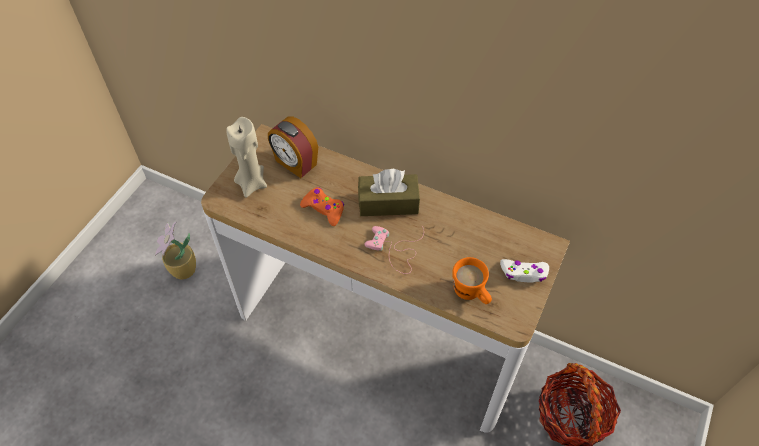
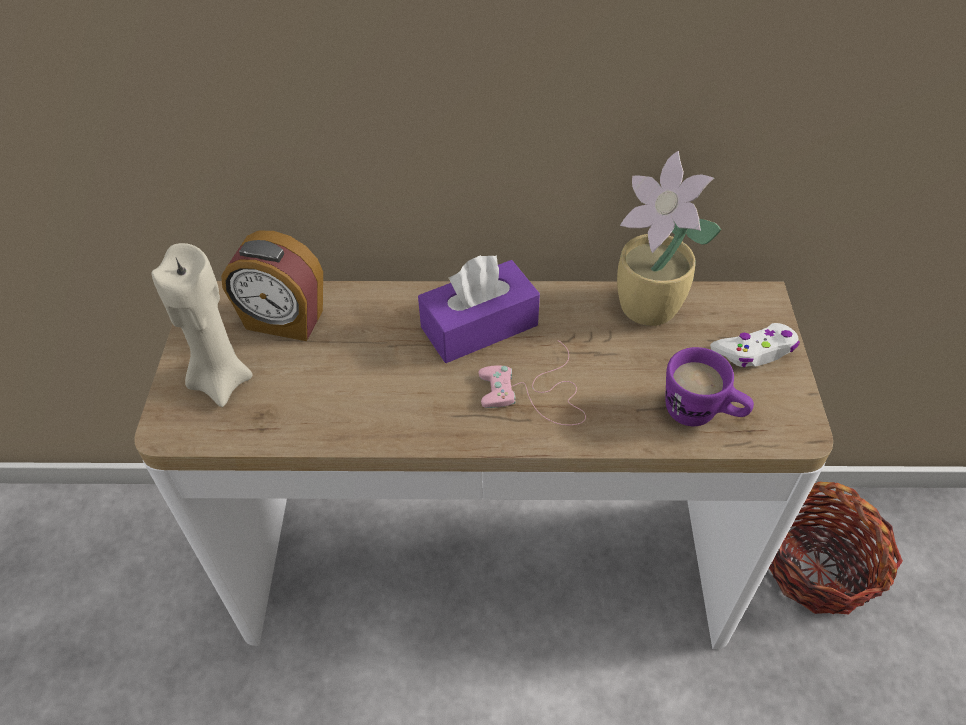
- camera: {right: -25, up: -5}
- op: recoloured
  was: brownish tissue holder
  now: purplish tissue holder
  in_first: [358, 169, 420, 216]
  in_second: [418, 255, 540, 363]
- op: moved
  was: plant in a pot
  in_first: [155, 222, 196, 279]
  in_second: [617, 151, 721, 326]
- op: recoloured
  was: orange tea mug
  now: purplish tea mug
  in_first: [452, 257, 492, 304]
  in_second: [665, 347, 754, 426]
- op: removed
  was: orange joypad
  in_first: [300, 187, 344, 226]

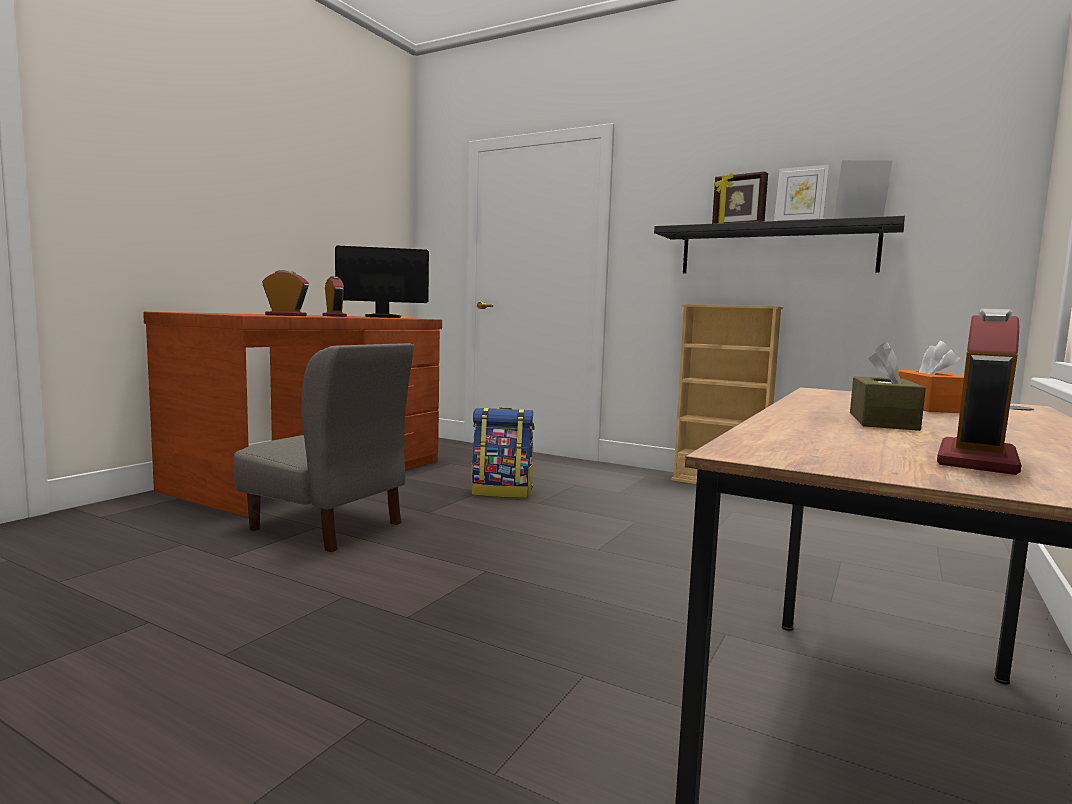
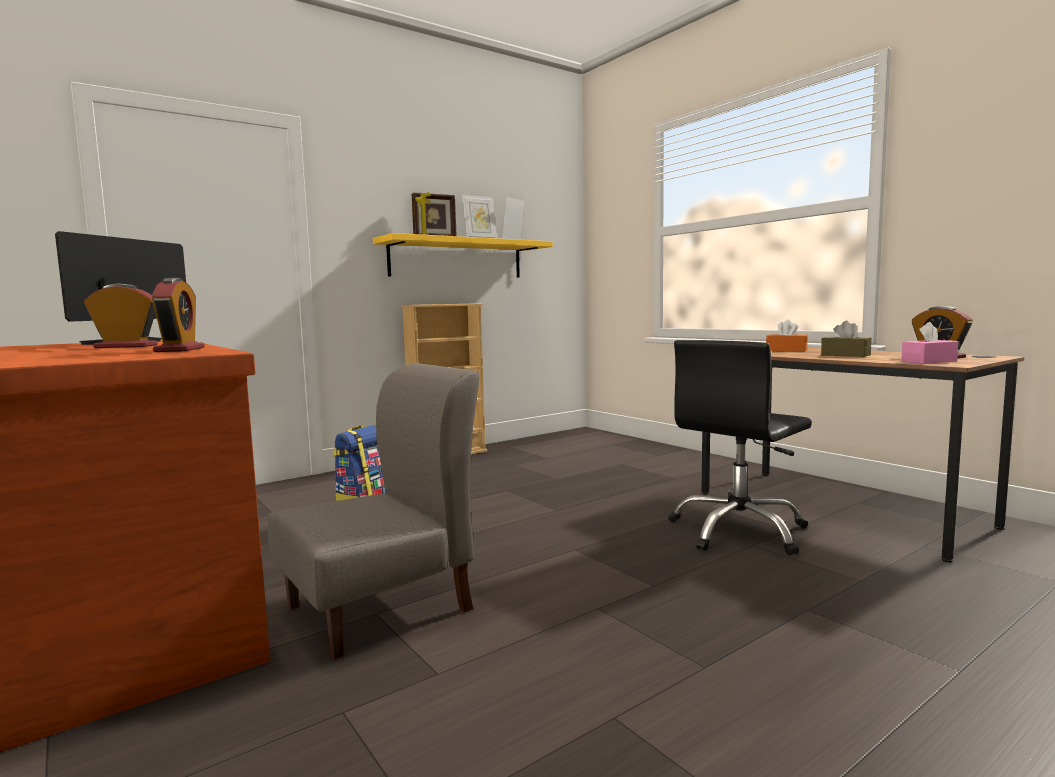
- camera: {right: -65, up: 0}
- op: turned
  was: bedside clock
  in_first: [262, 270, 309, 316]
  in_second: [152, 278, 205, 352]
  clockwise: 135
- op: recoloured
  was: black wall shelf
  now: yellow-coloured wall shelf
  in_first: [654, 216, 905, 273]
  in_second: [373, 233, 553, 278]
- op: added
  now: black desk chair
  in_second: [668, 340, 812, 556]
- op: added
  now: pinkish tissue holder
  in_second: [901, 322, 959, 364]

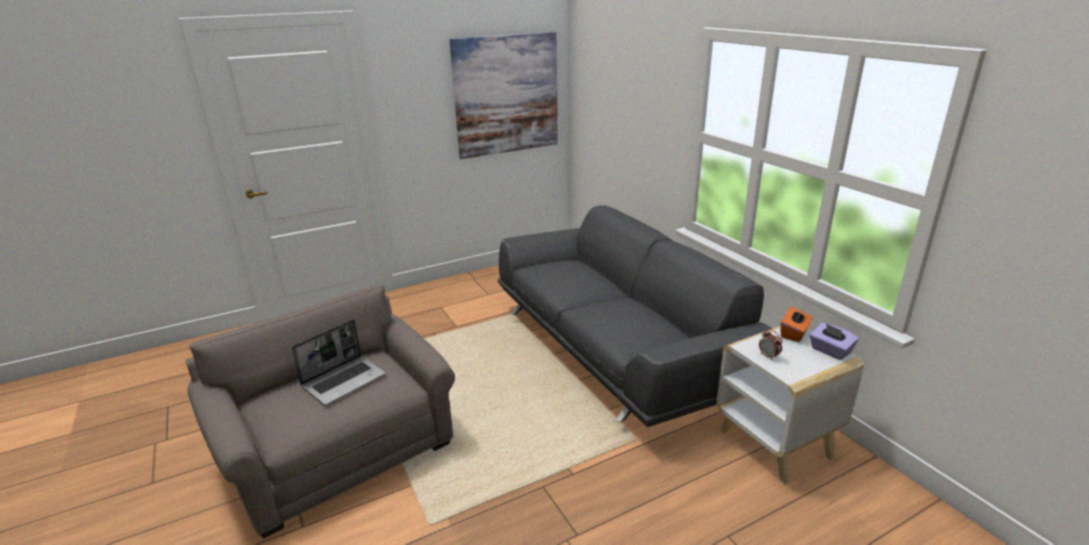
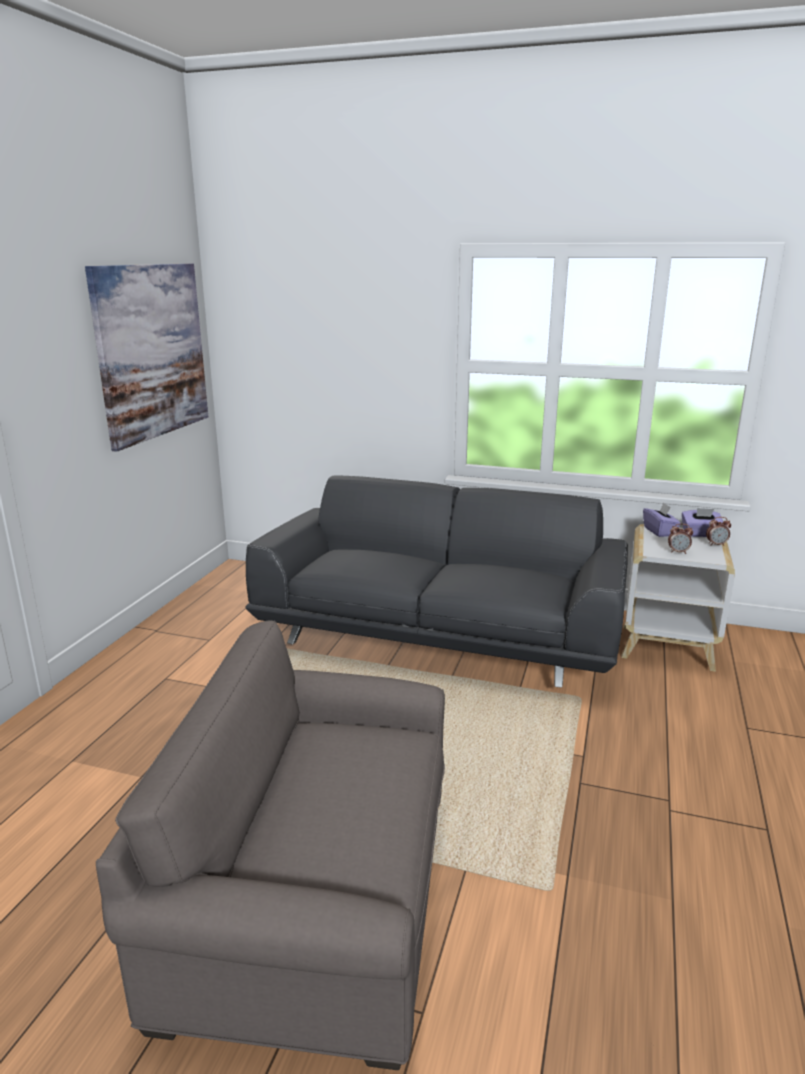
- camera: {right: -45, up: -5}
- op: recoloured
  was: orange tissue holder
  now: purplish tissue holder
  in_first: [780, 307, 812, 342]
  in_second: [643, 503, 681, 537]
- op: added
  now: bedside clock
  in_second: [706, 517, 731, 546]
- op: removed
  was: notebook computer
  in_first: [292, 319, 386, 405]

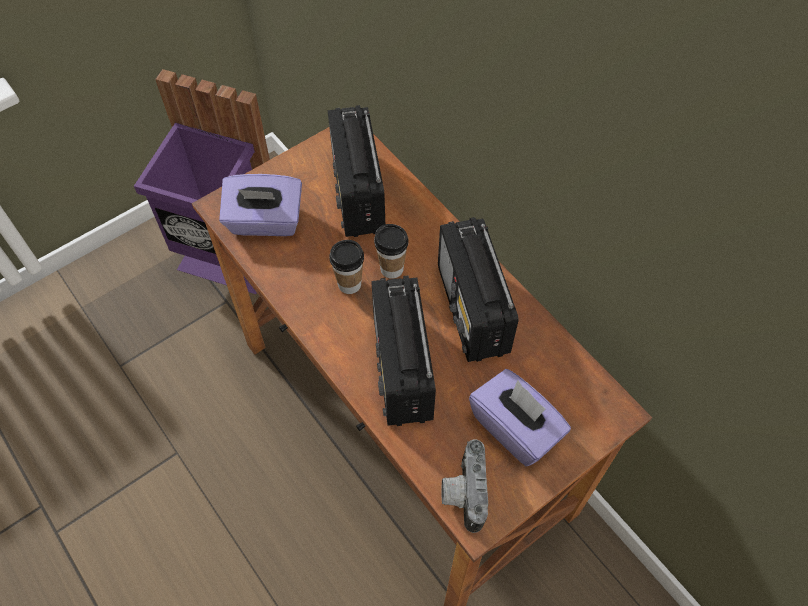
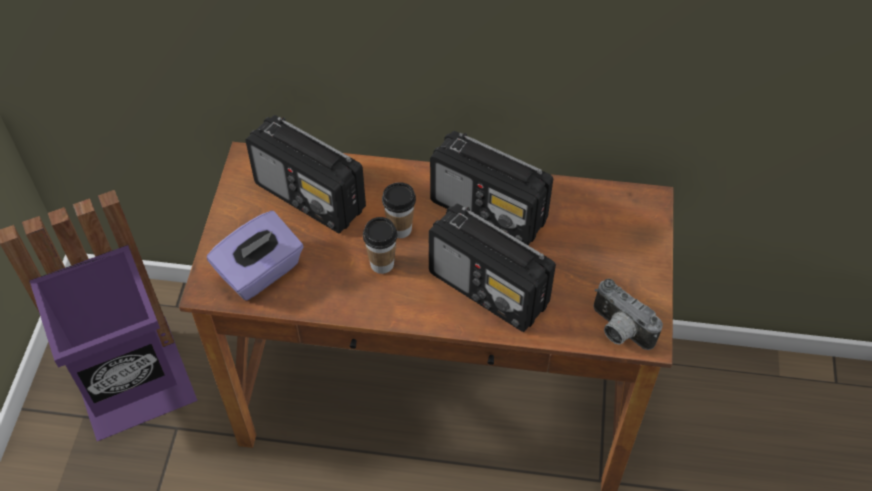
- camera: {right: -45, up: -5}
- op: removed
  was: purplish tissue holder
  in_first: [469, 369, 571, 466]

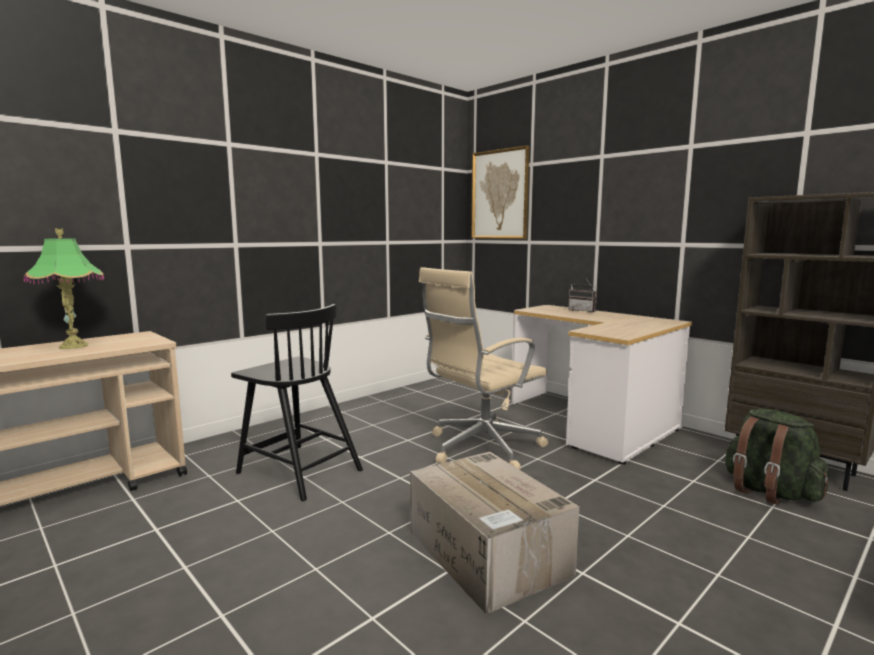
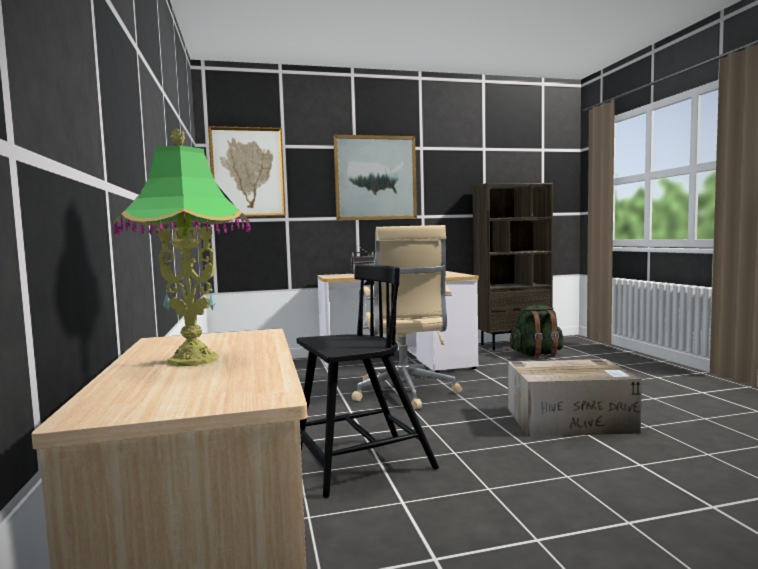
- camera: {right: -60, up: -5}
- op: added
  now: wall art
  in_second: [333, 135, 417, 220]

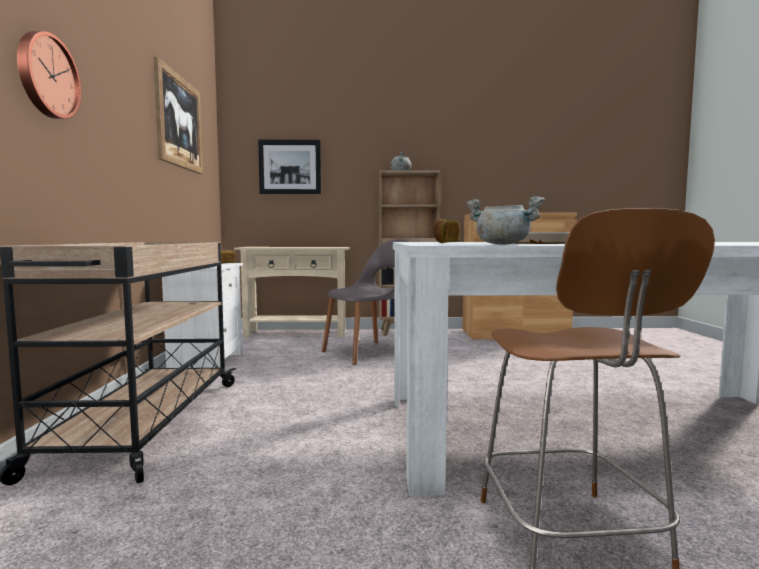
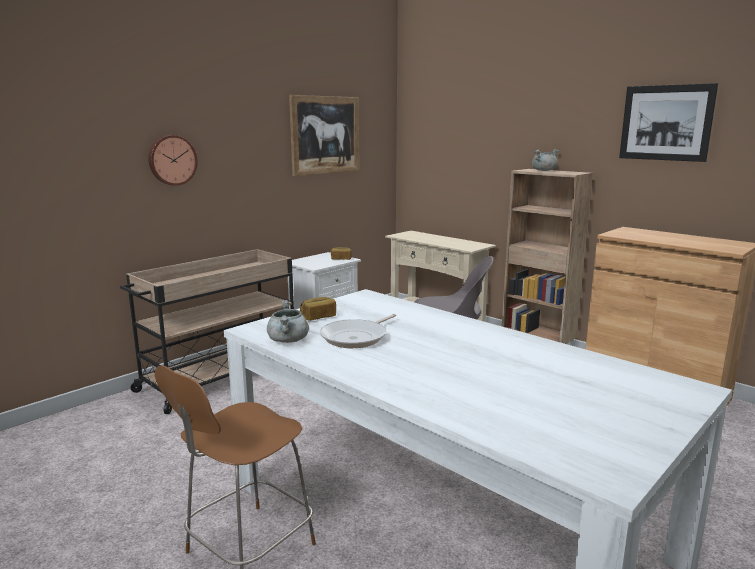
- camera: {right: 45, up: 10}
- op: moved
  was: wall art
  in_first: [258, 140, 321, 194]
  in_second: [619, 83, 718, 162]

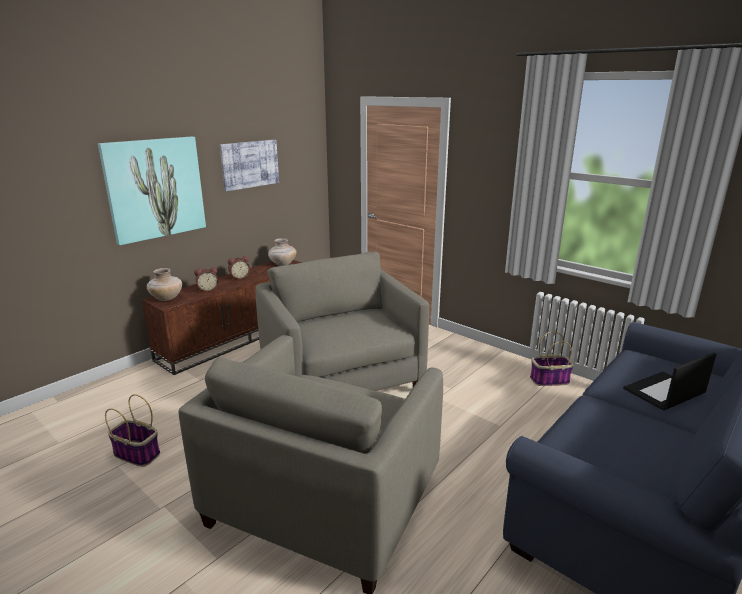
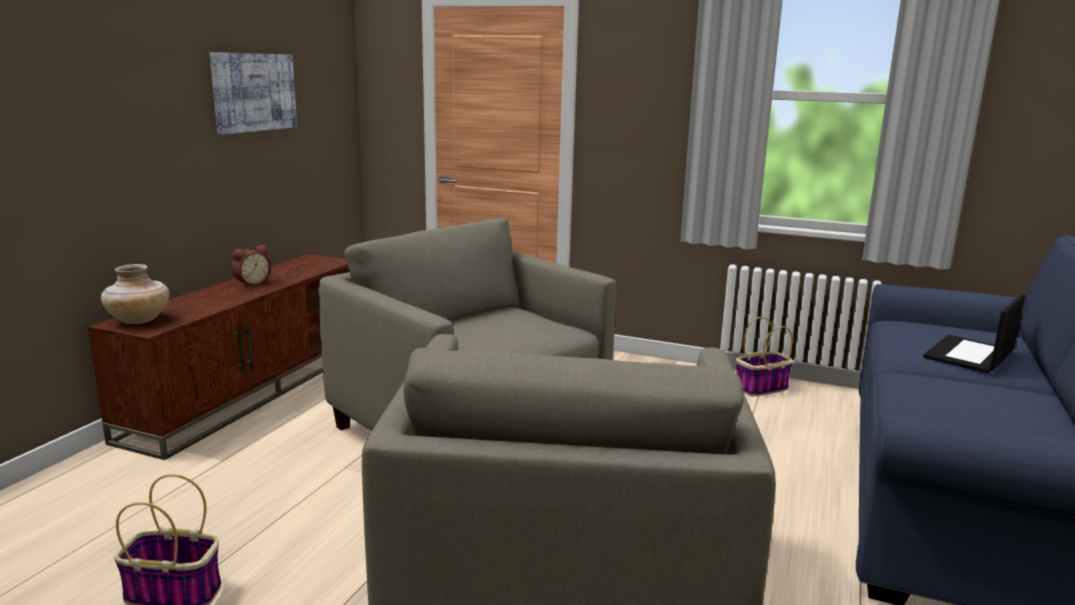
- camera: {right: -20, up: -5}
- op: removed
  was: wall art
  in_first: [98, 136, 206, 245]
- op: removed
  was: bedside clock
  in_first: [194, 267, 218, 292]
- op: removed
  was: sand-coloured vase
  in_first: [268, 238, 296, 266]

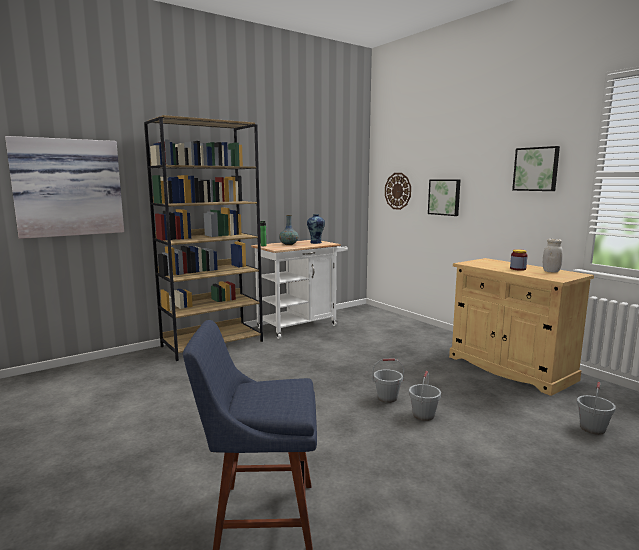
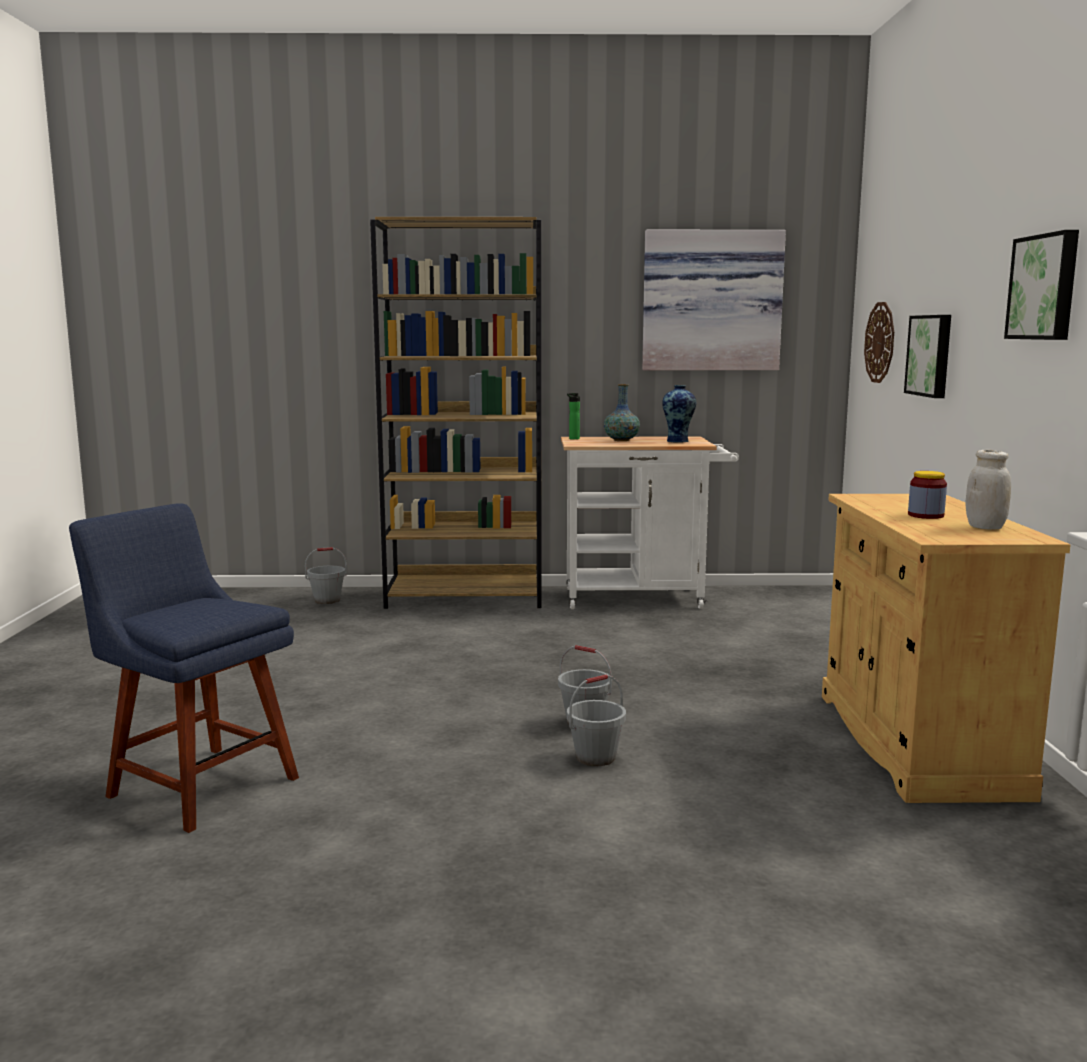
- camera: {right: 35, up: 0}
- op: moved
  was: gray bucket
  in_first: [577, 382, 616, 435]
  in_second: [305, 547, 347, 604]
- op: moved
  was: wall art
  in_first: [5, 136, 124, 239]
  in_second: [642, 230, 786, 370]

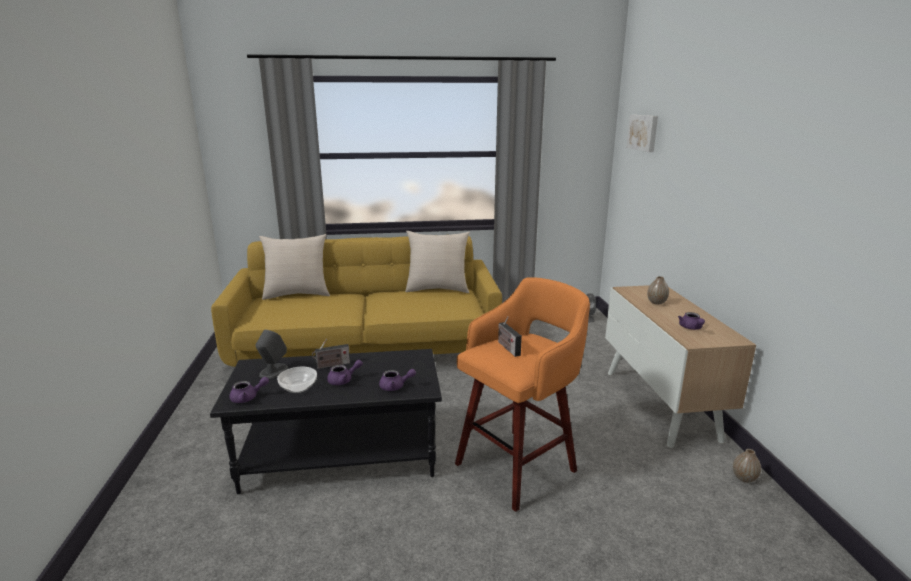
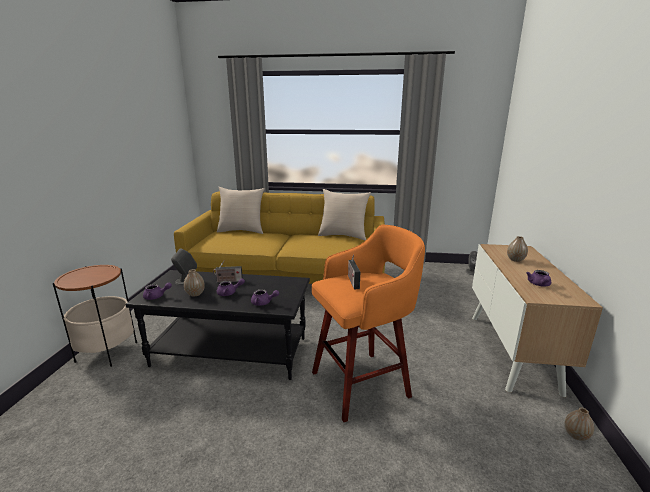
- camera: {right: 15, up: 0}
- op: added
  now: side table
  in_second: [53, 265, 137, 367]
- op: replaced
  was: deep dish
  now: vase
  in_first: [277, 367, 317, 393]
  in_second: [184, 269, 205, 297]
- op: removed
  was: wall art
  in_first: [627, 115, 658, 152]

